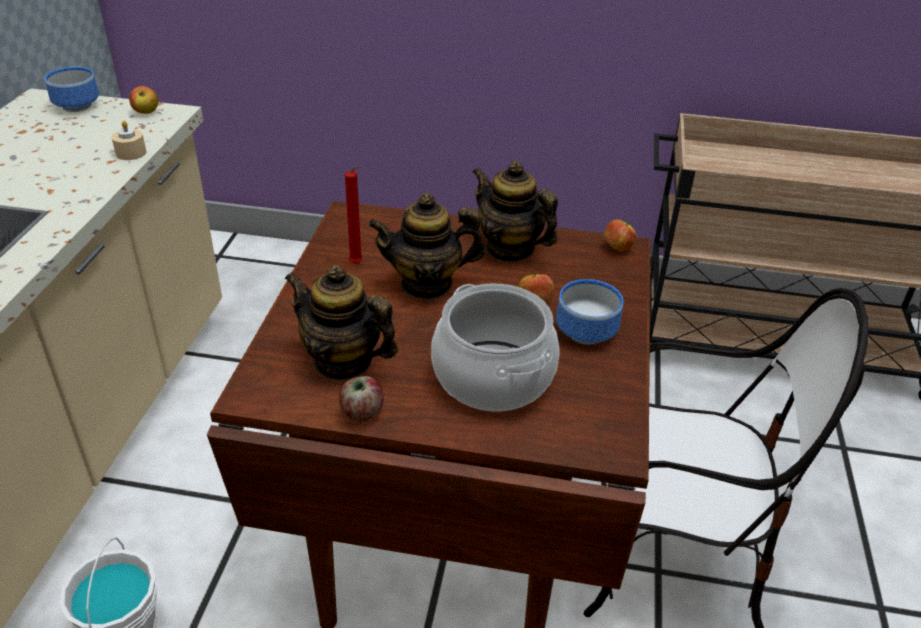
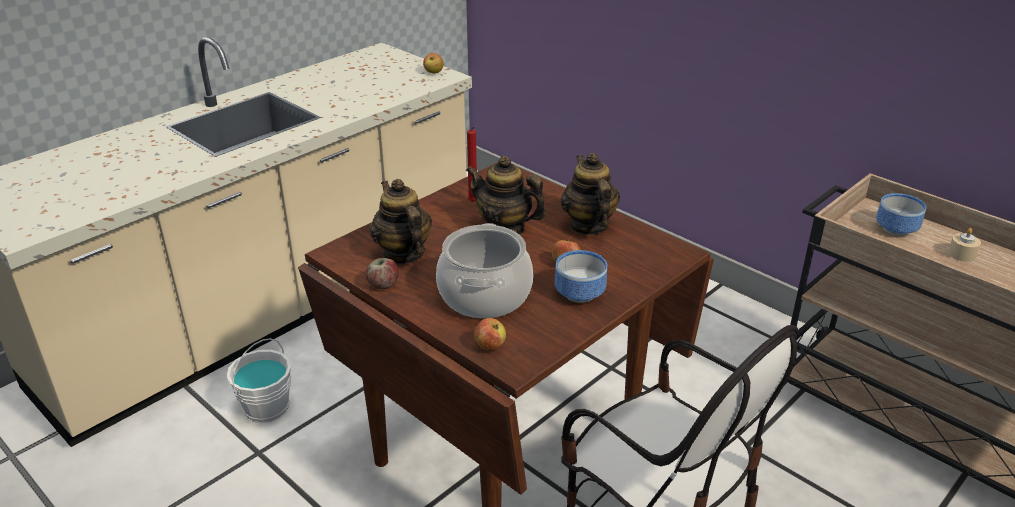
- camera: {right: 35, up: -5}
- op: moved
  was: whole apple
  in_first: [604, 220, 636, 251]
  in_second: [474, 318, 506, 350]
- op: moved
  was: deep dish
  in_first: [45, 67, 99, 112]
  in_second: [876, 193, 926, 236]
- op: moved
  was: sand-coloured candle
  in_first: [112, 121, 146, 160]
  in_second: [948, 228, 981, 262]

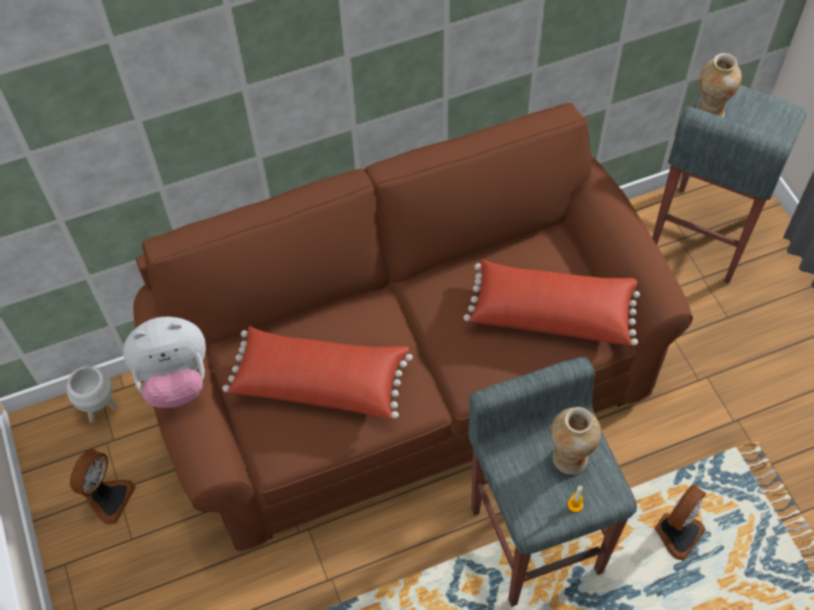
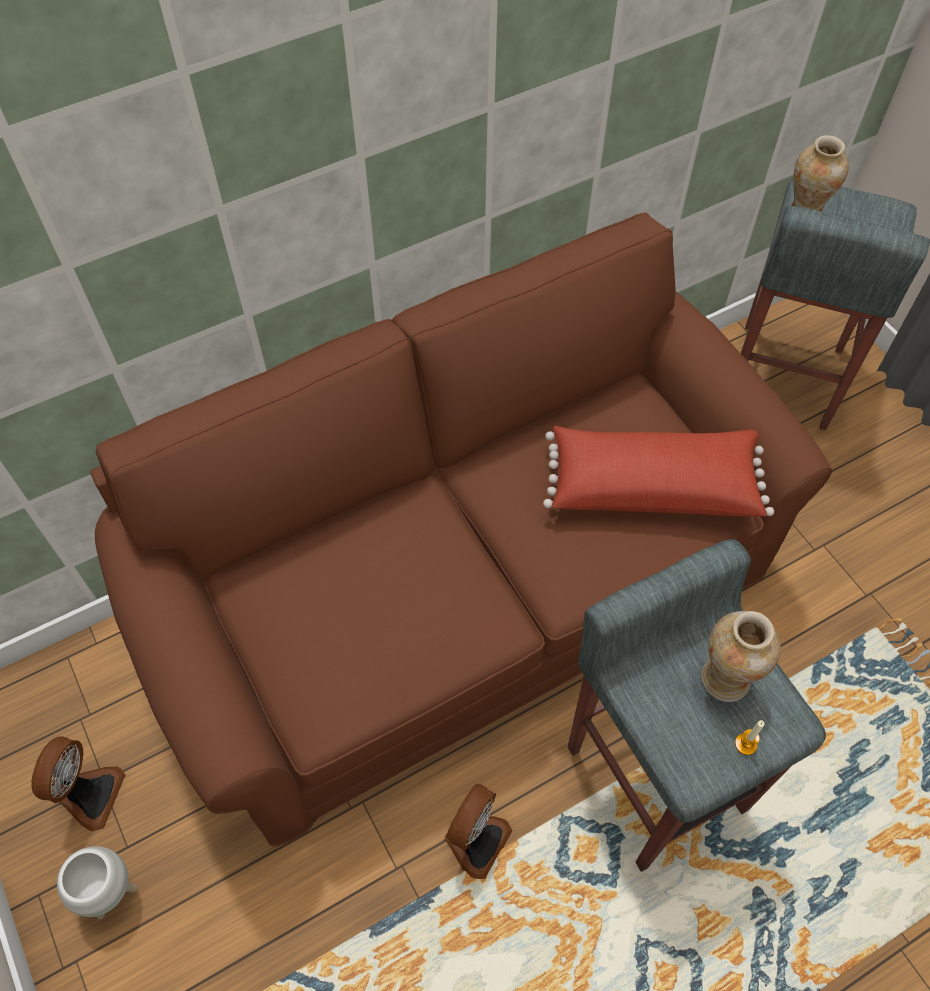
- camera: {right: -10, up: 0}
- op: moved
  was: white planter
  in_first: [67, 366, 118, 422]
  in_second: [57, 846, 137, 919]
- op: moved
  was: electric fan
  in_first: [655, 485, 706, 561]
  in_second: [445, 784, 513, 879]
- op: removed
  was: cuddly toy
  in_first: [123, 317, 206, 408]
- op: removed
  was: red-coloured throw pillow
  in_first: [223, 326, 413, 419]

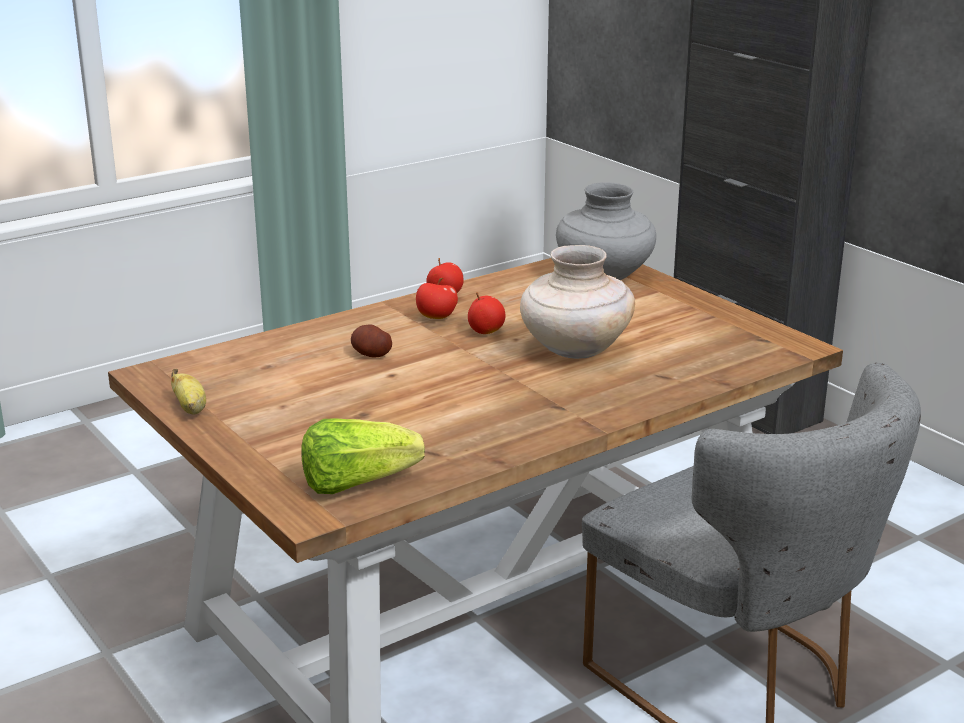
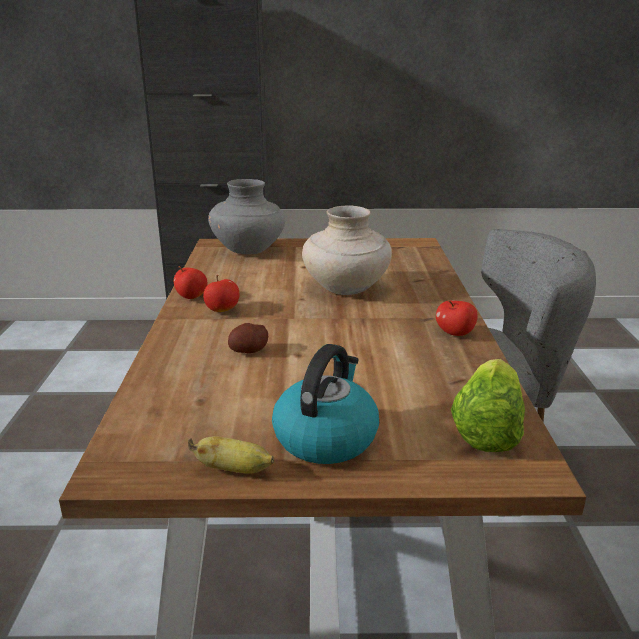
- camera: {right: -55, up: 0}
- op: added
  now: water kettle
  in_second: [272, 344, 379, 464]
- op: moved
  was: whole apple
  in_first: [468, 292, 506, 334]
  in_second: [436, 300, 478, 336]

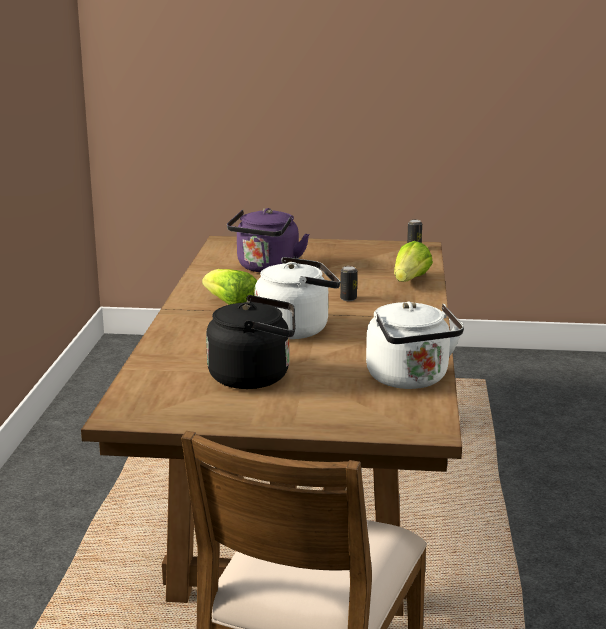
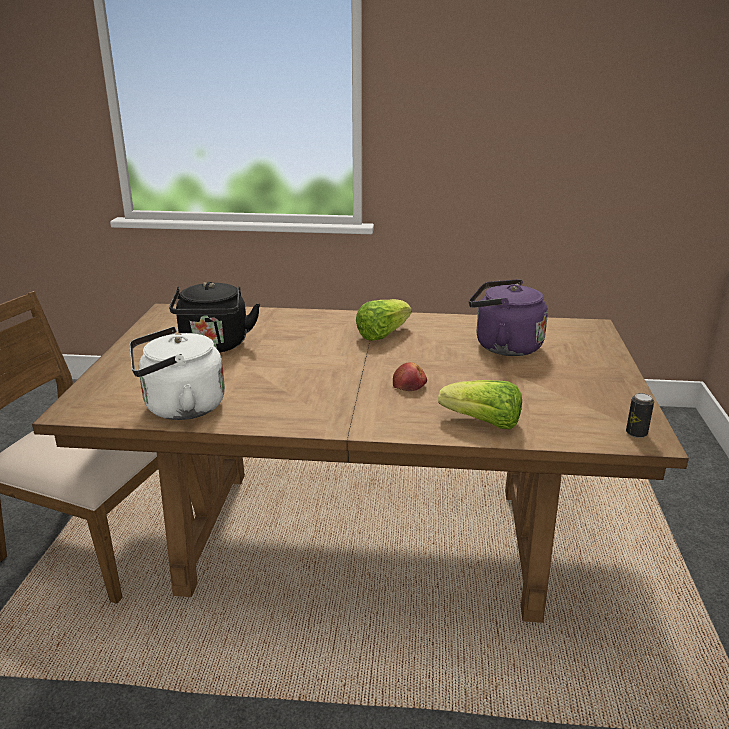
- camera: {right: 90, up: 5}
- op: replaced
  was: can
  now: whole apple
  in_first: [340, 266, 357, 301]
  in_second: [393, 362, 427, 391]
- op: removed
  was: white water kettle
  in_first: [254, 257, 340, 339]

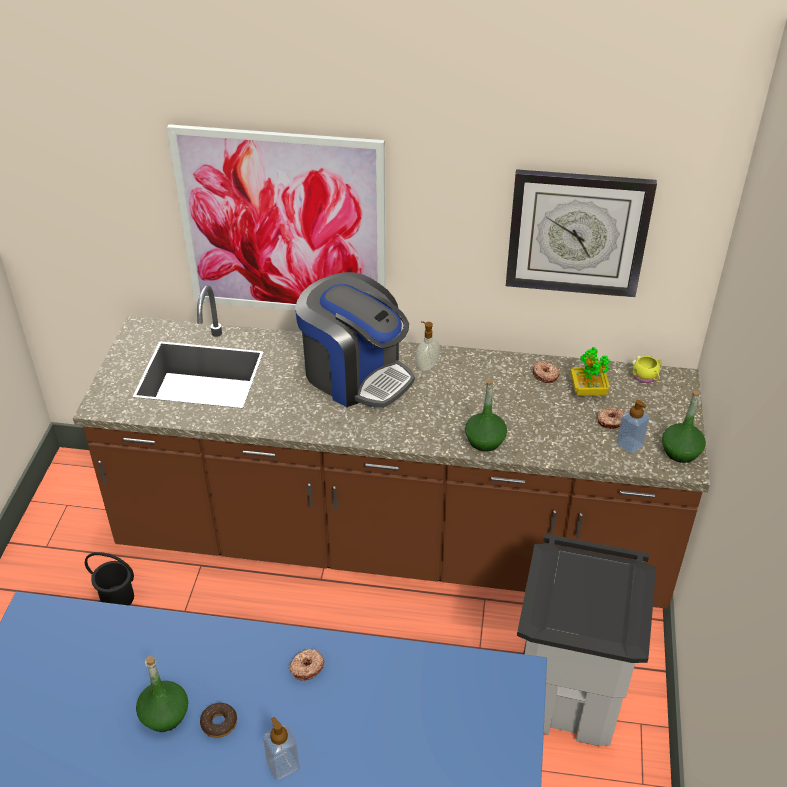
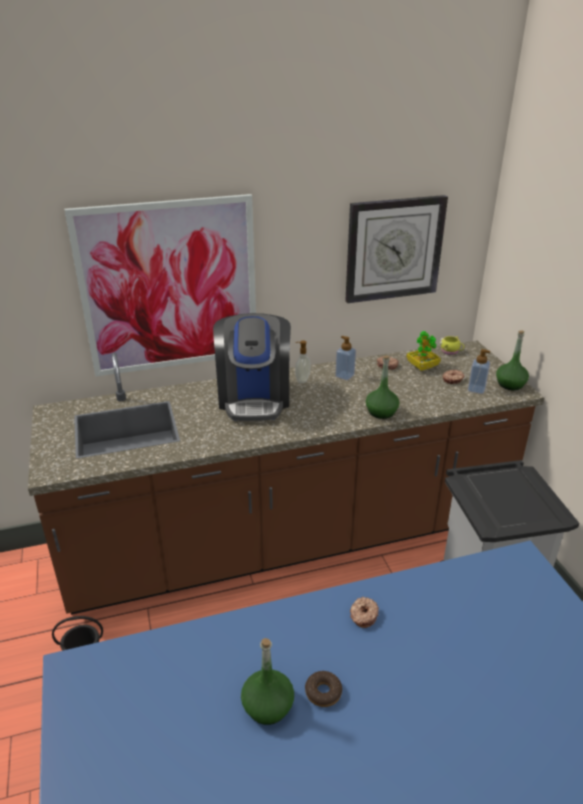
- camera: {right: -25, up: -10}
- op: turned
  was: coffee machine
  in_first: [295, 272, 415, 408]
  in_second: [213, 313, 291, 421]
  clockwise: 75
- op: moved
  was: soap dispenser
  in_first: [263, 717, 299, 780]
  in_second: [335, 336, 356, 380]

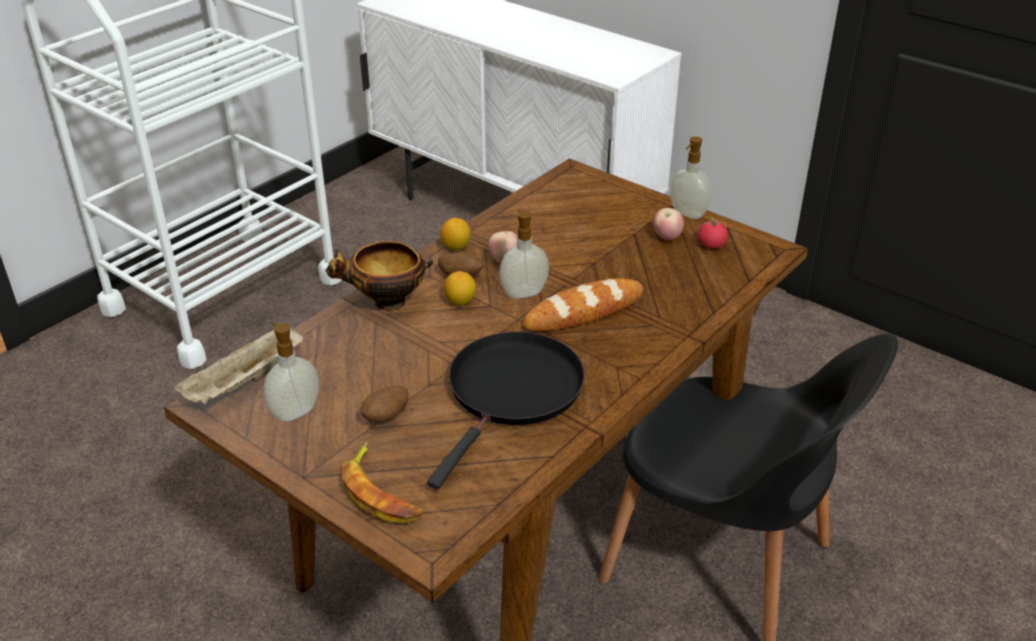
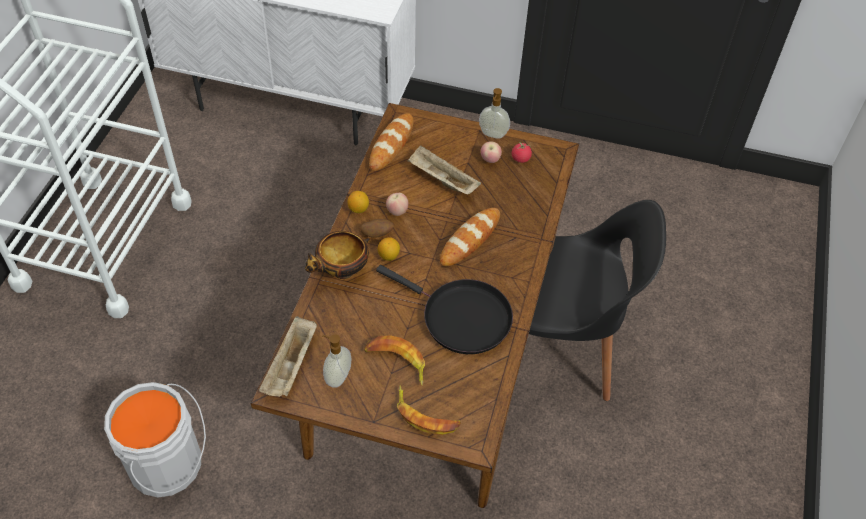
- camera: {right: -25, up: 15}
- op: added
  now: gray bucket
  in_second: [104, 382, 206, 497]
- op: replaced
  was: spud
  now: banana
  in_first: [361, 386, 408, 422]
  in_second: [364, 336, 425, 386]
- op: added
  now: bakery bread
  in_second: [369, 113, 413, 171]
- op: turned
  was: black skillet
  in_first: [427, 332, 585, 489]
  in_second: [376, 265, 513, 354]
  clockwise: 120
- op: added
  now: sand-coloured carrying tray
  in_second: [408, 145, 481, 195]
- op: removed
  was: soap dispenser
  in_first: [499, 209, 549, 298]

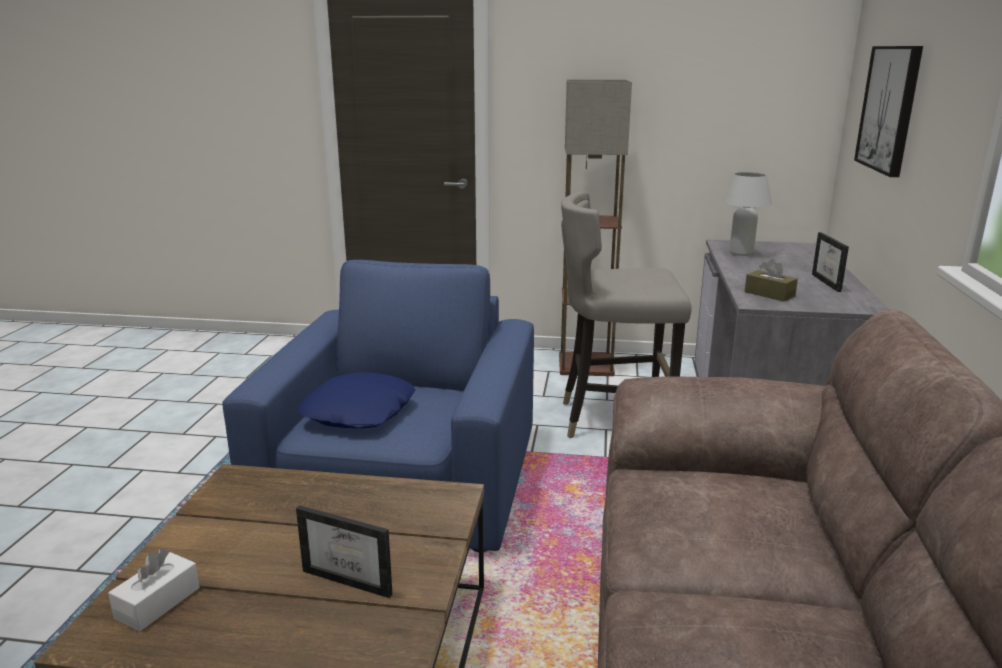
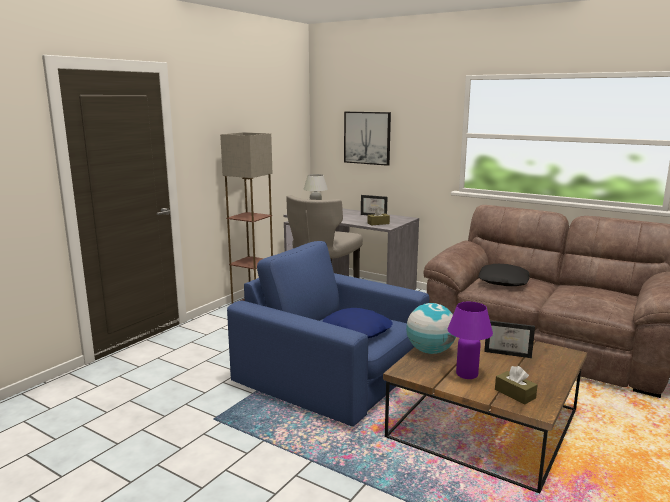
- camera: {right: -65, up: -5}
- op: added
  now: globe
  in_second: [406, 303, 456, 354]
- op: added
  now: purplish tabletop lamp
  in_second: [448, 302, 493, 379]
- op: added
  now: black throw pillow
  in_second: [478, 264, 530, 286]
- op: turned
  was: standing frame
  in_first: [296, 505, 393, 598]
  in_second: [484, 321, 535, 358]
  clockwise: 60
- op: recoloured
  was: white tissue holder
  now: brownish tissue holder
  in_first: [108, 548, 200, 631]
  in_second: [495, 366, 537, 405]

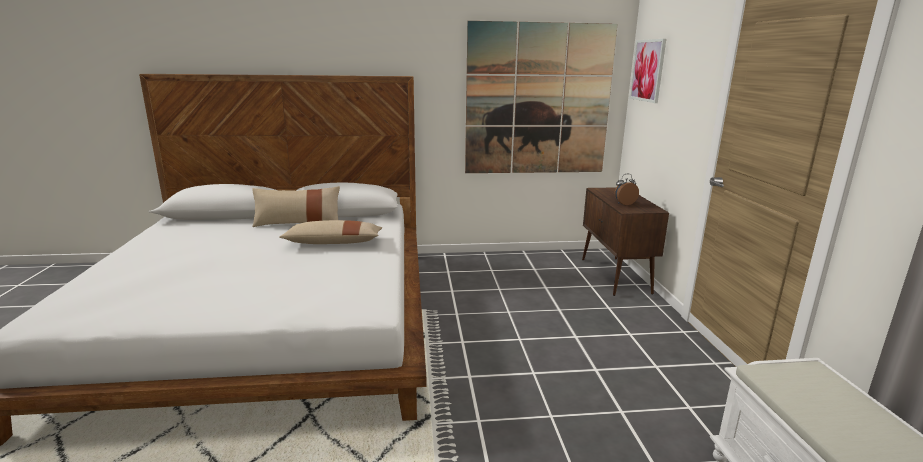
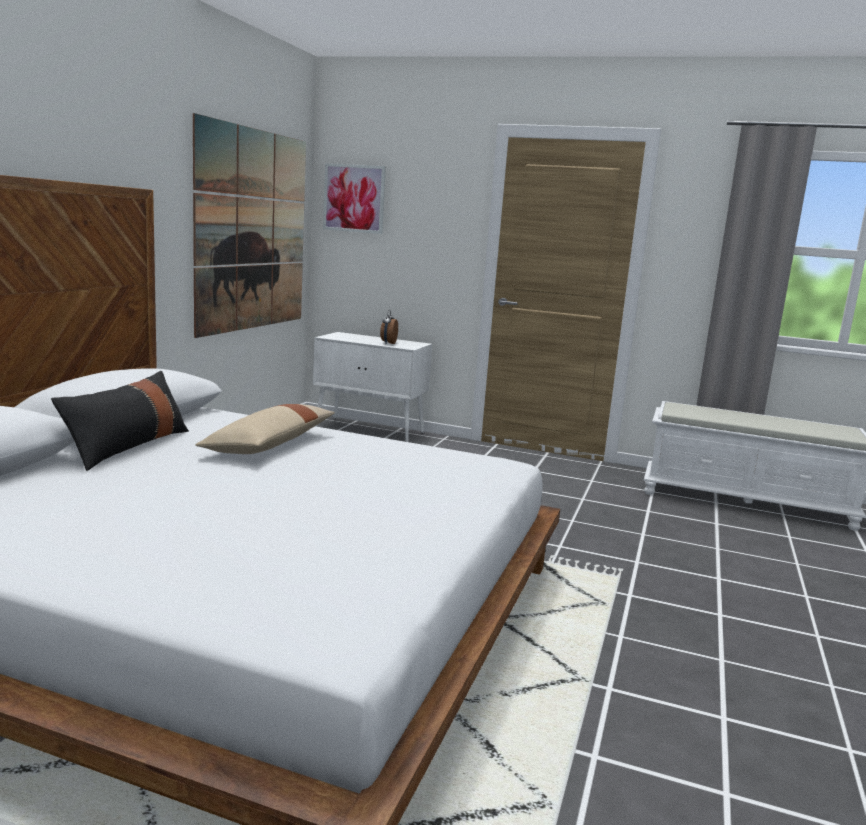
- camera: {right: -65, up: -5}
- op: recoloured
  was: sand-coloured throw pillow
  now: black throw pillow
  in_first: [252, 186, 340, 227]
  in_second: [51, 371, 189, 471]
- op: recoloured
  was: brownish storage cabinet
  now: white storage cabinet
  in_first: [582, 187, 669, 296]
  in_second: [313, 332, 432, 442]

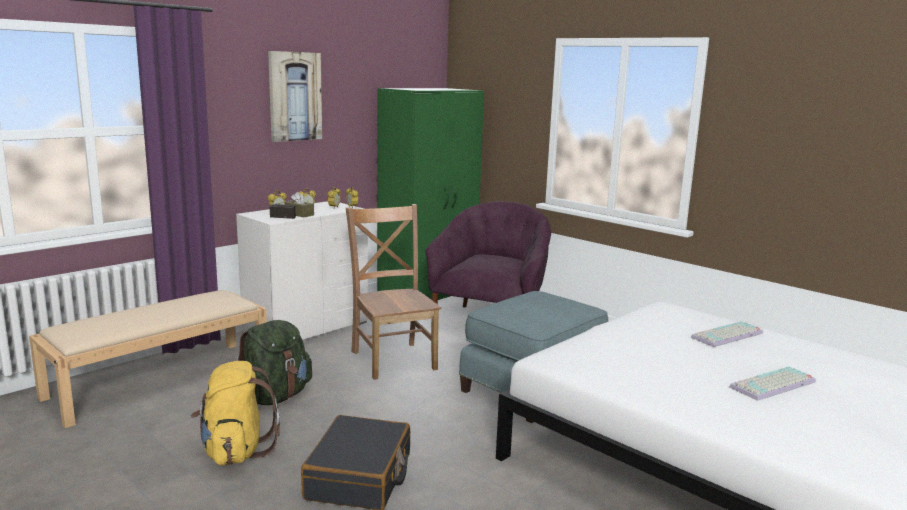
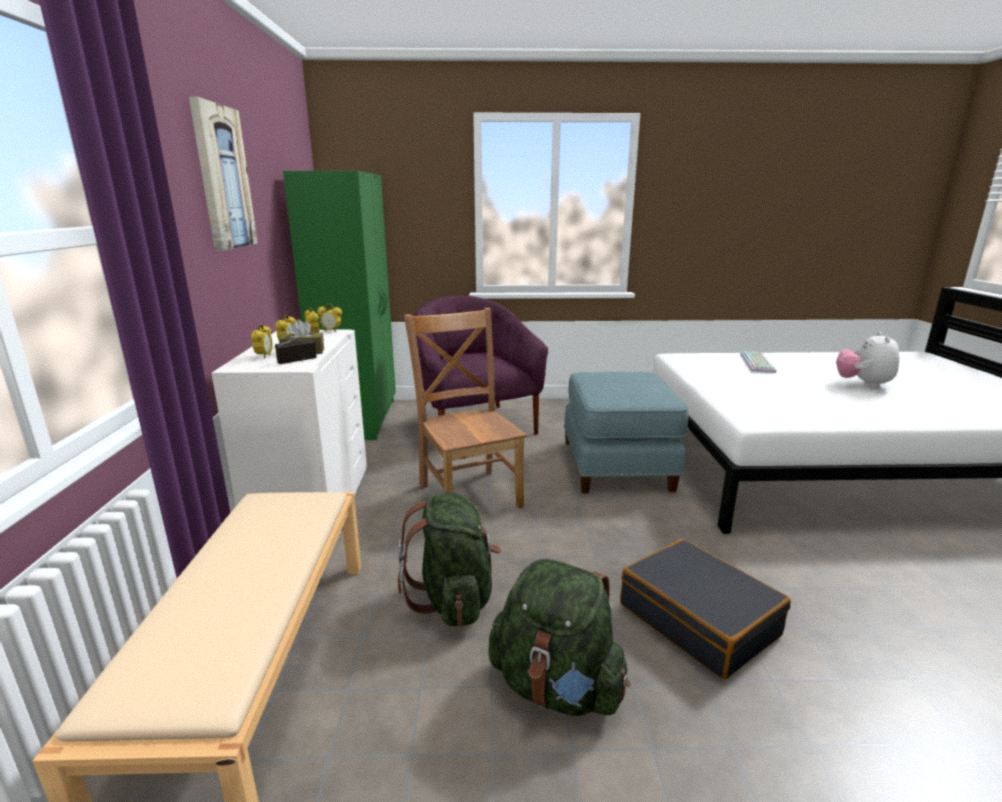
- camera: {right: -45, up: 5}
- op: turned
  was: brownish plain chair
  in_first: [346, 204, 441, 380]
  in_second: [404, 308, 527, 508]
  clockwise: 45
- op: recoloured
  was: yellow-coloured knapsack
  now: green knapsack
  in_first: [191, 361, 280, 466]
  in_second: [489, 559, 630, 716]
- op: replaced
  was: PC keyboard
  now: cuddly toy
  in_first: [730, 366, 816, 401]
  in_second: [836, 332, 899, 388]

